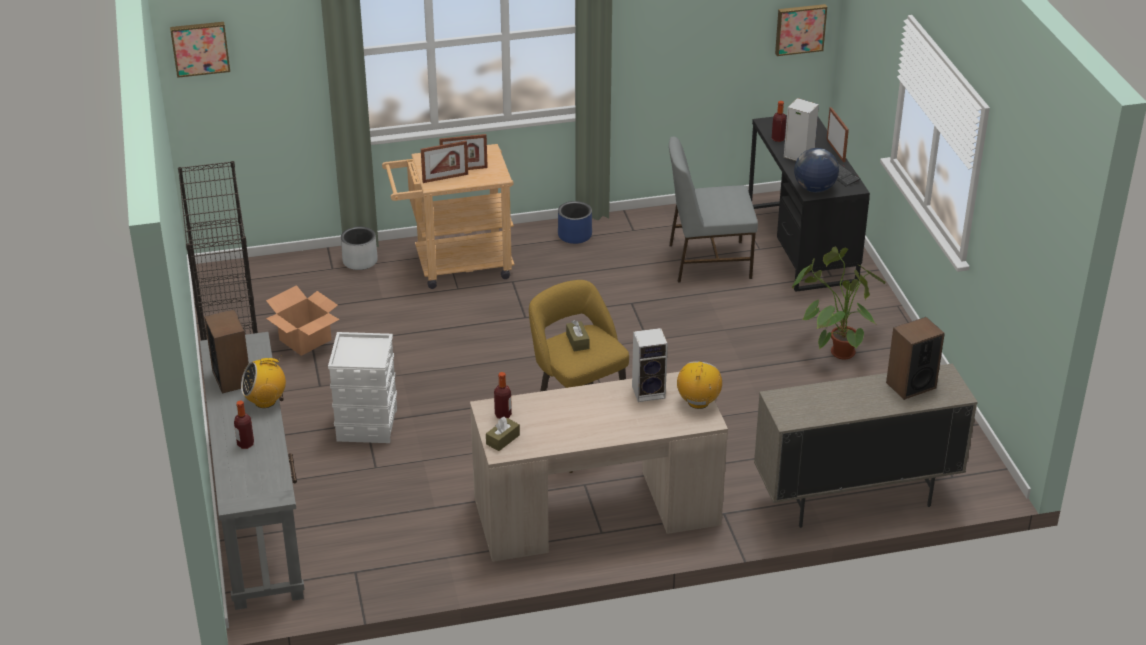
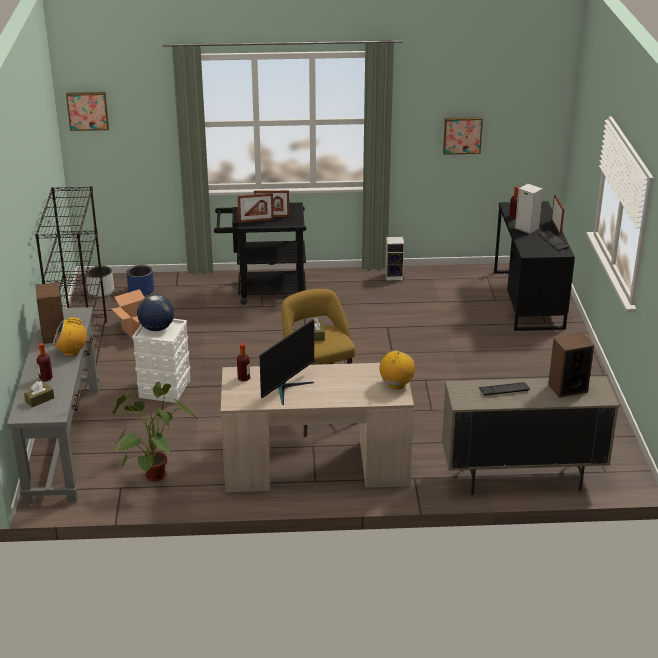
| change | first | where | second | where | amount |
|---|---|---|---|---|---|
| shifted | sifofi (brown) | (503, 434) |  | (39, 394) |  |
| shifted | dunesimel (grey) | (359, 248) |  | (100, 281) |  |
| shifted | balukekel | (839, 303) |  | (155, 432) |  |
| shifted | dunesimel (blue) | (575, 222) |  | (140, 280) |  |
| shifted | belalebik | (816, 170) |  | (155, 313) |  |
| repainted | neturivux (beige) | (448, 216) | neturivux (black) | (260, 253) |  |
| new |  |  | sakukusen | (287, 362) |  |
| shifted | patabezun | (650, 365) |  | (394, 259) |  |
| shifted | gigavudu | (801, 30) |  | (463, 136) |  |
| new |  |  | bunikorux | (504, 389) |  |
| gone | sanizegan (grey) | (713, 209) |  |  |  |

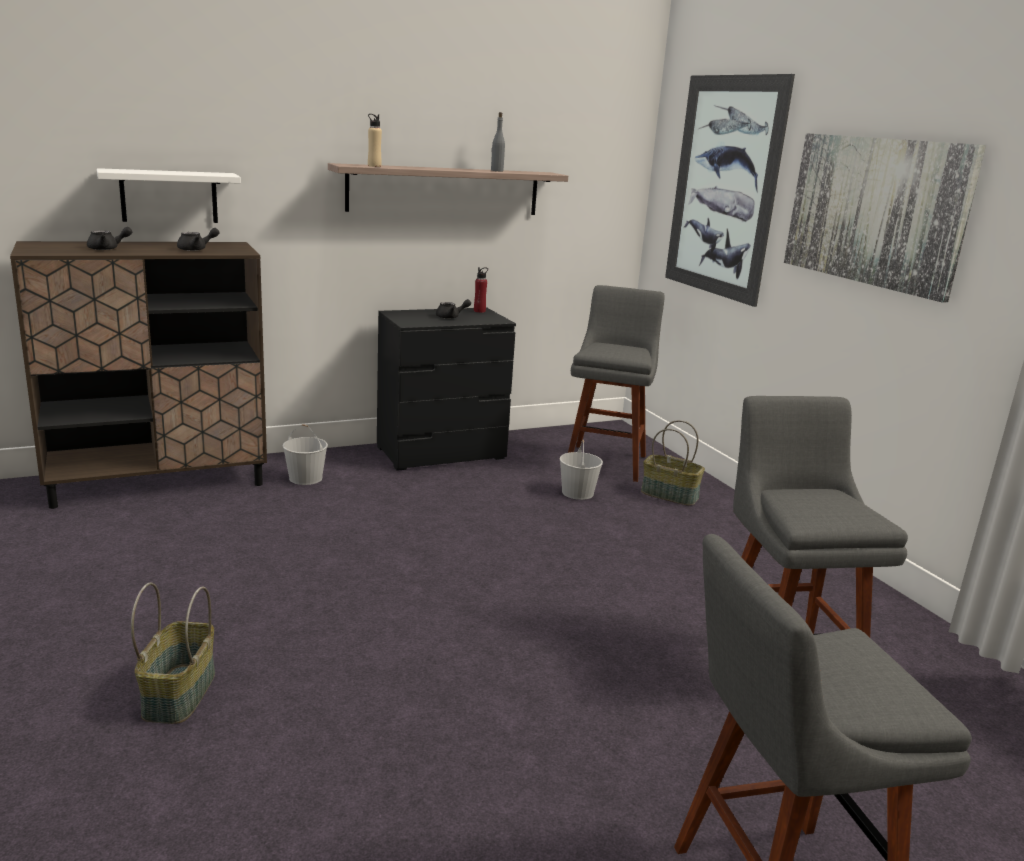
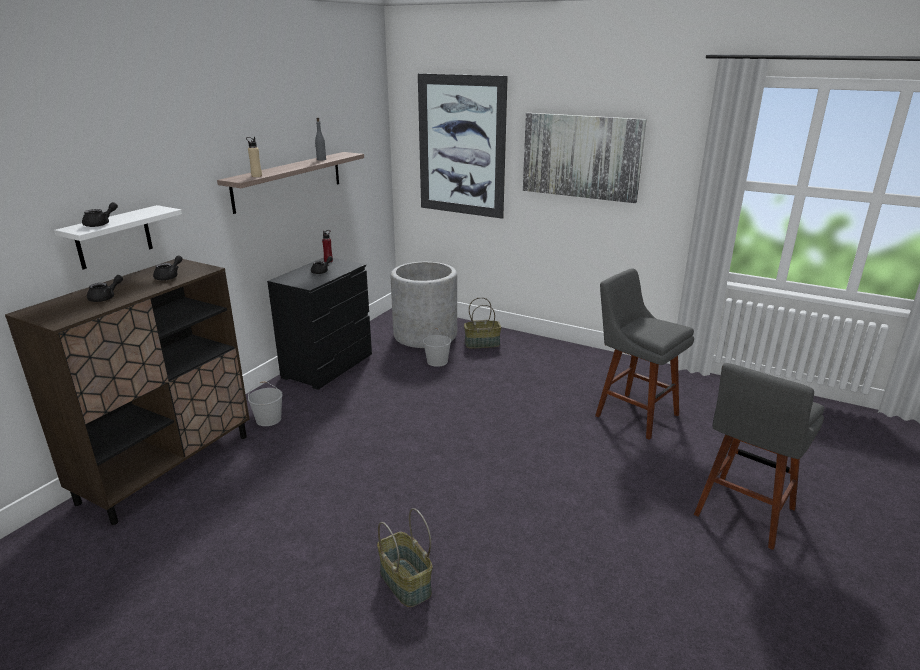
| change | first | where | second | where | amount |
|---|---|---|---|---|---|
| new |  |  | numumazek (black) | (100, 214) |  |
| swapped | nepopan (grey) | (616, 383) | dunesimel (grey) | (424, 305) |  |

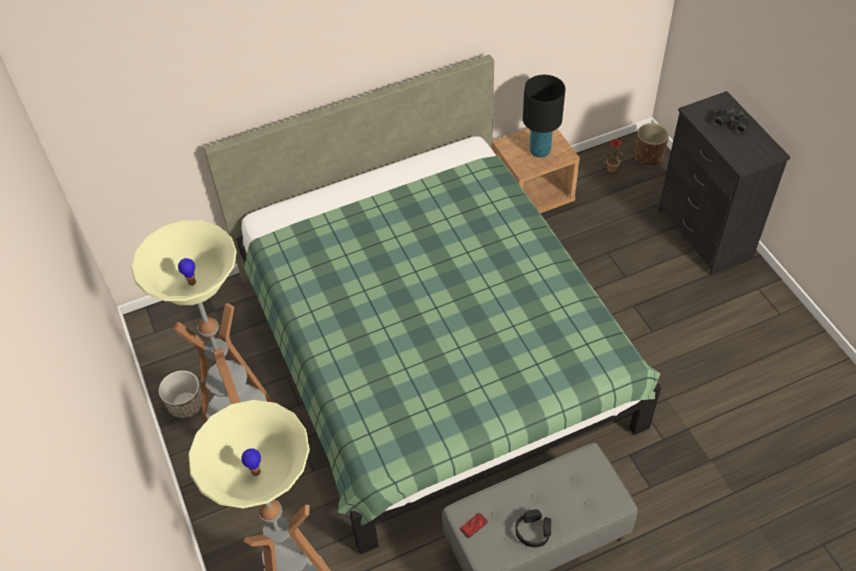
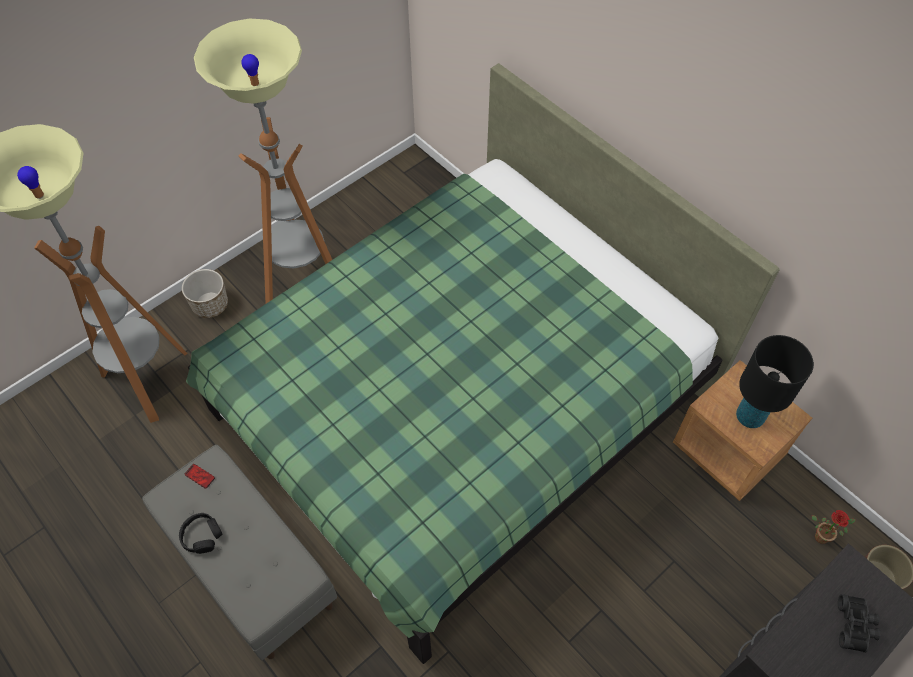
| change | first | where | second | where | amount |
|---|---|---|---|---|---|
| shifted | dunesimel | (180, 395) |  | (205, 293) |  |

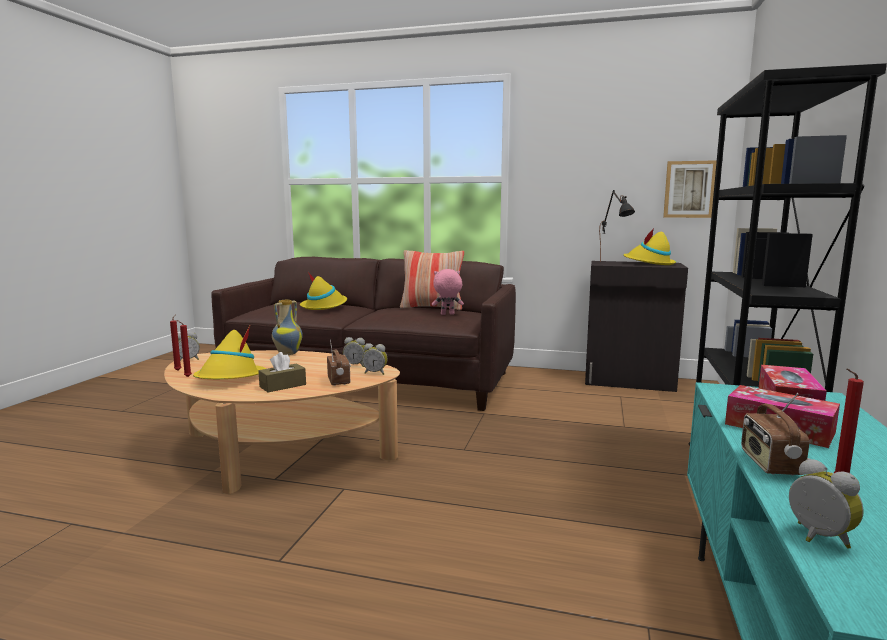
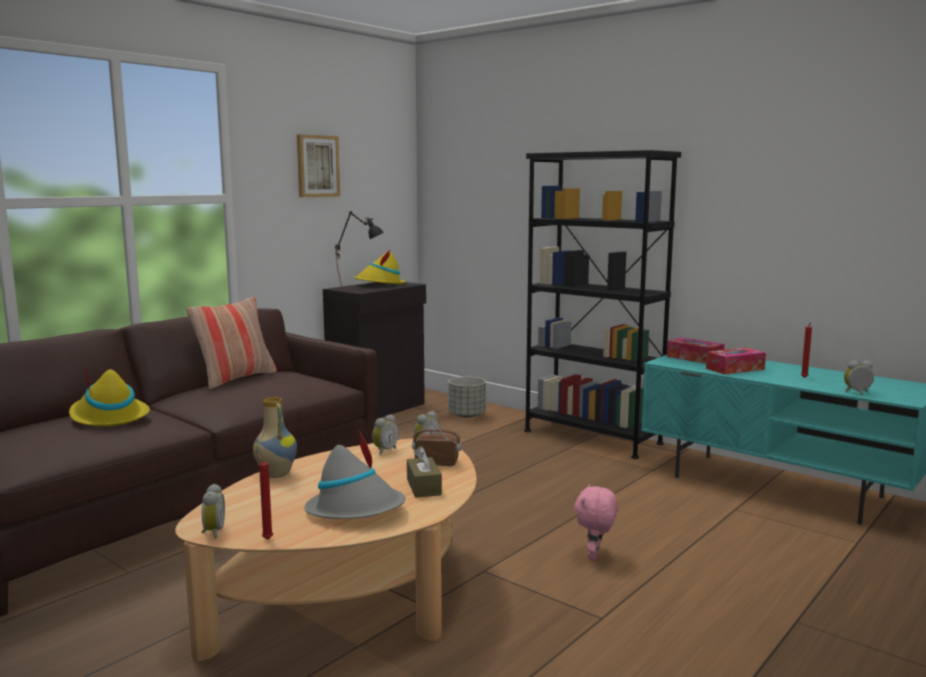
| change | first | where | second | where | amount |
|---|---|---|---|---|---|
| shifted | gigavudu | (690, 189) |  | (318, 165) |  |
| repainted | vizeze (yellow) | (229, 352) | vizeze (grey) | (354, 475) |  |
| new |  |  | dunesimel (grey) | (467, 397) |  |
| shifted | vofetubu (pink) | (448, 292) |  | (596, 522) |  |
| gone | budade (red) | (184, 348) |  |  |  |
| gone | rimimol | (775, 434) |  |  |  |

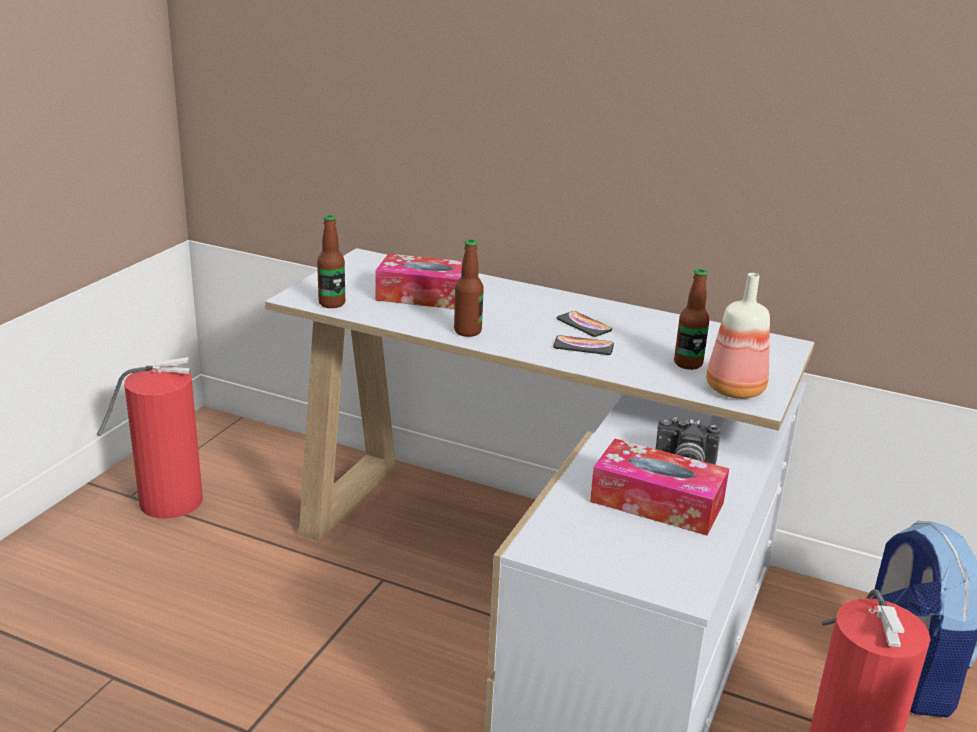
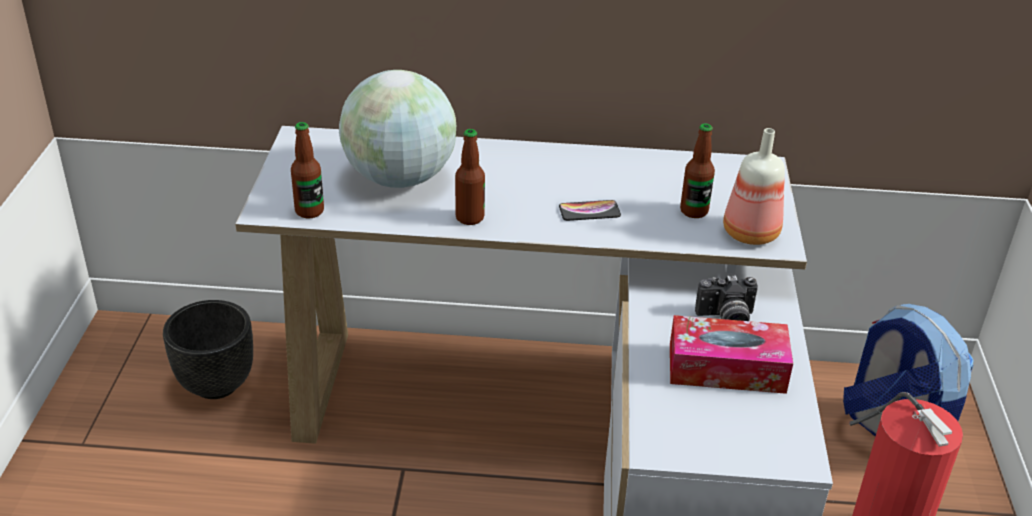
| change | first | where | second | where | amount |
|---|---|---|---|---|---|
| new |  |  | dunesimel (black) | (208, 349) |  |
| swapped | sifofi | (419, 281) | belalebik | (397, 129) |  |
| gone | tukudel | (150, 438) |  |  |  |
| gone | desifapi | (584, 324) |  |  |  |

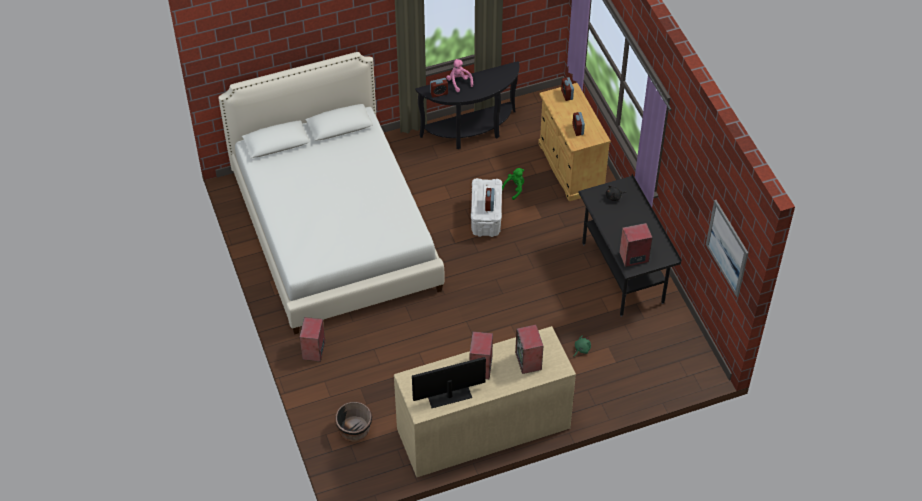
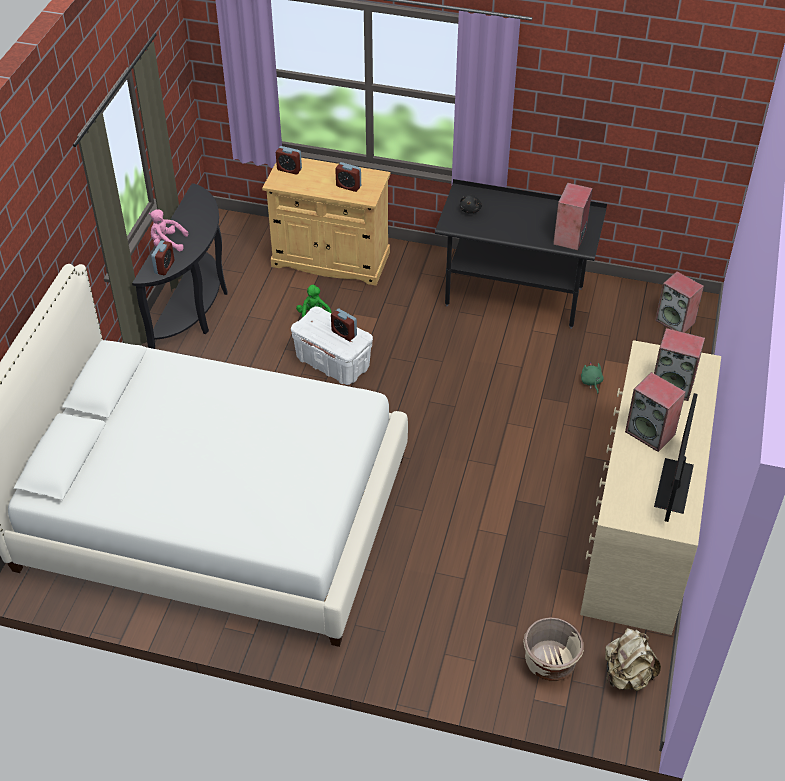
| change | first | where | second | where | amount |
|---|---|---|---|---|---|
| repainted | dunesimel (black) | (353, 422) | dunesimel (beige) | (553, 649) |  |
| new |  |  | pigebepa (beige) | (633, 659) |  |
| shifted | patabezun | (312, 339) |  | (679, 302) |  |
| gone | gigavudu | (727, 248) |  |  |  |

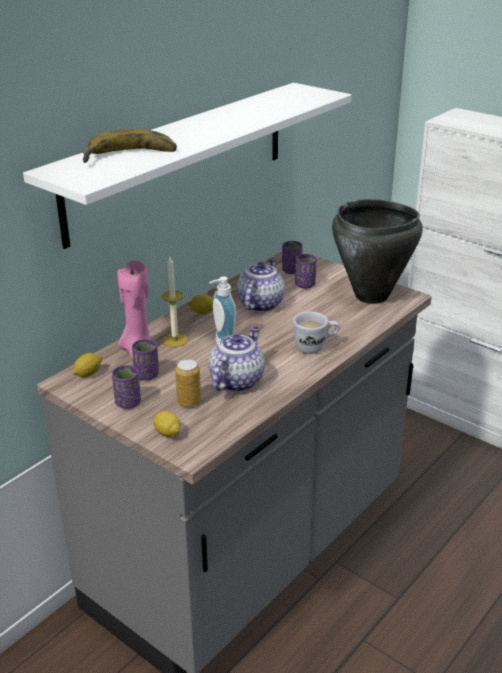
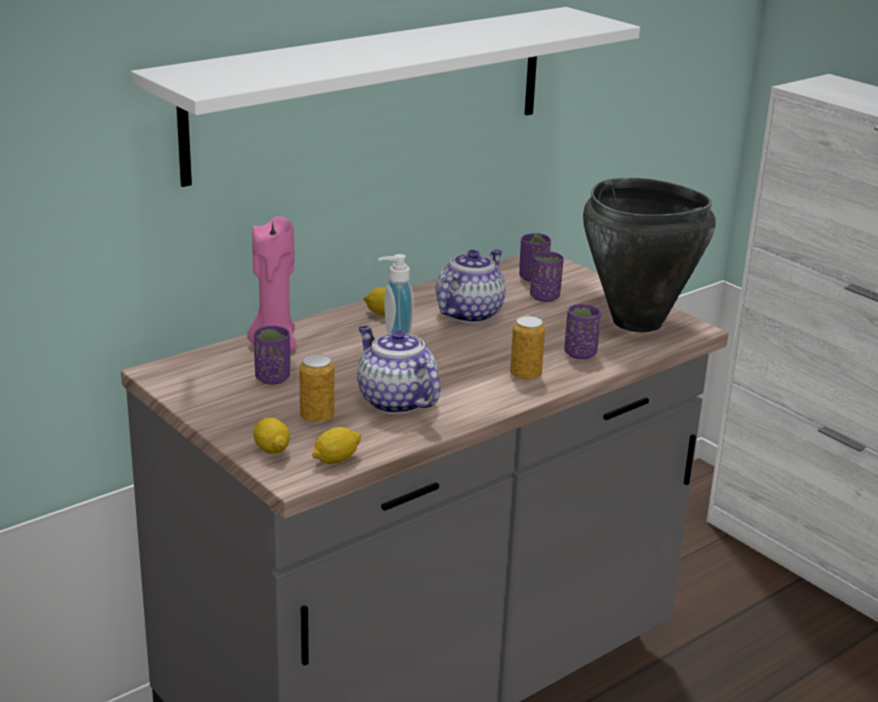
| change | first | where | second | where | amount |
|---|---|---|---|---|---|
| shifted | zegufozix | (87, 365) |  | (336, 445) |  |
| rotated | numumazek | (237, 359) |  | (398, 370) | 75 degrees counterclockwise |
| swapped | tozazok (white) | (316, 333) | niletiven | (527, 348) |  |
| shifted | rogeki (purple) | (126, 387) |  | (582, 331) |  |
| gone | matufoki | (129, 146) |  |  |  |
| gone | budade | (174, 302) |  |  |  |

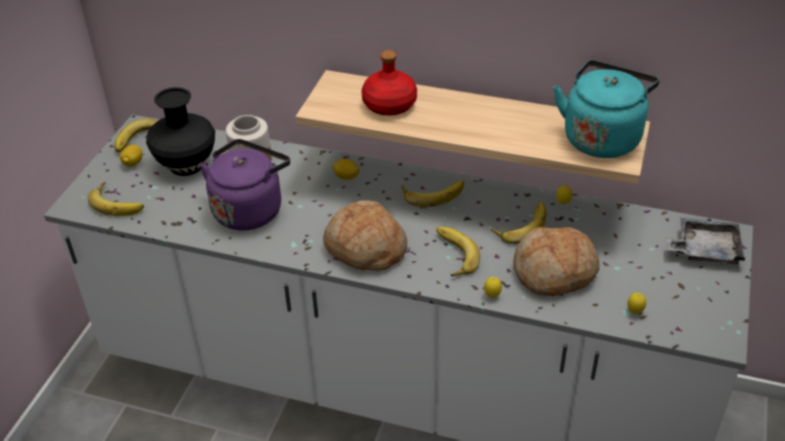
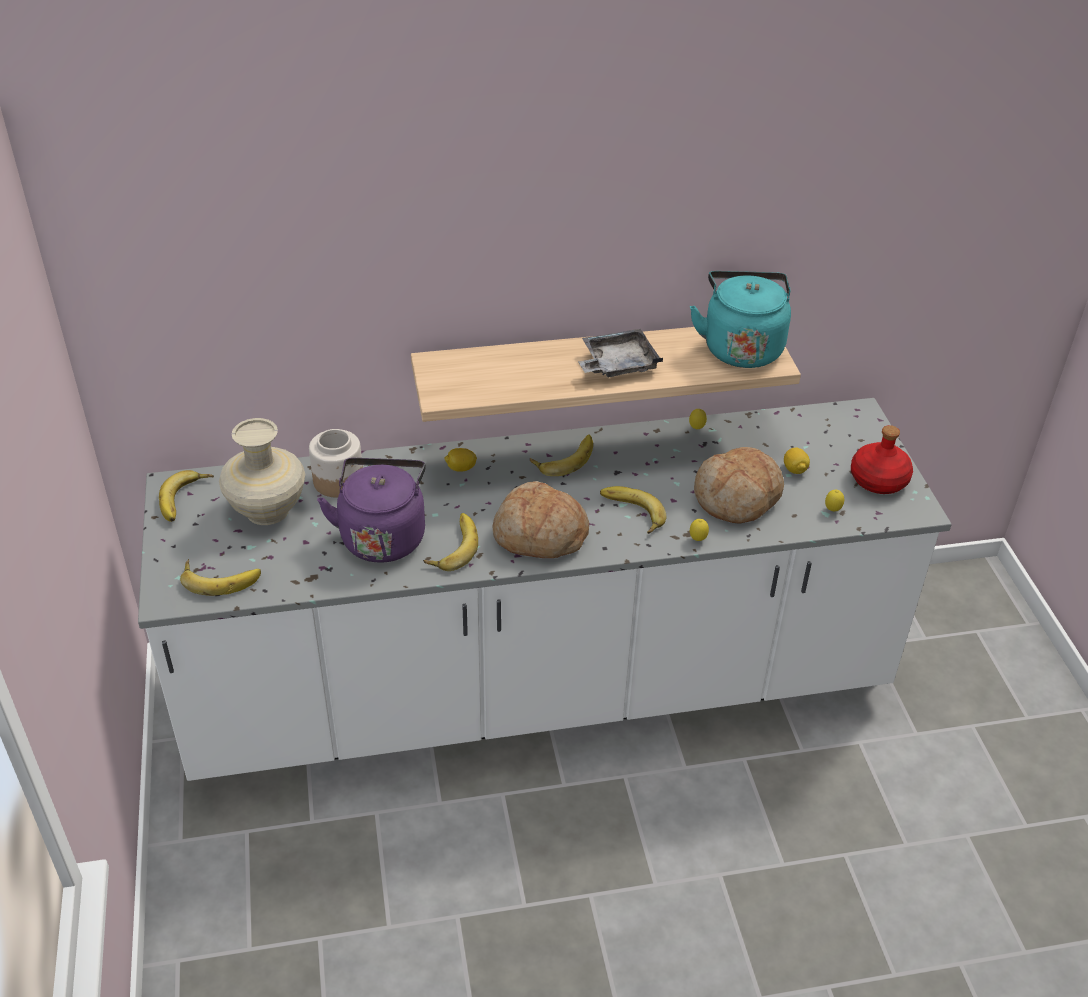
| change | first | where | second | where | amount |
|---|---|---|---|---|---|
| repainted | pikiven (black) | (180, 131) | pikiven (beige) | (262, 471) |  |
| shifted | matufoki | (519, 223) |  | (450, 542) |  |
| shifted | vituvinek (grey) | (705, 241) |  | (620, 353) |  |
| shifted | zegufozix | (131, 156) |  | (797, 460) |  |
| shifted | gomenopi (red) | (389, 82) |  | (882, 459) |  |

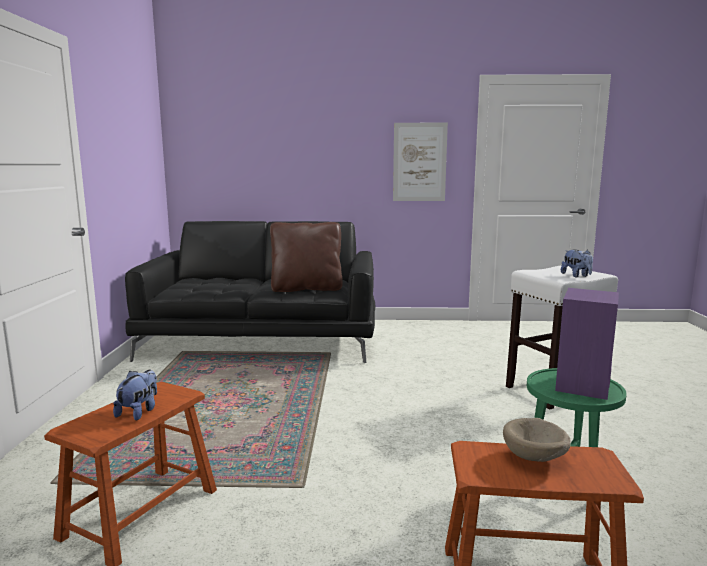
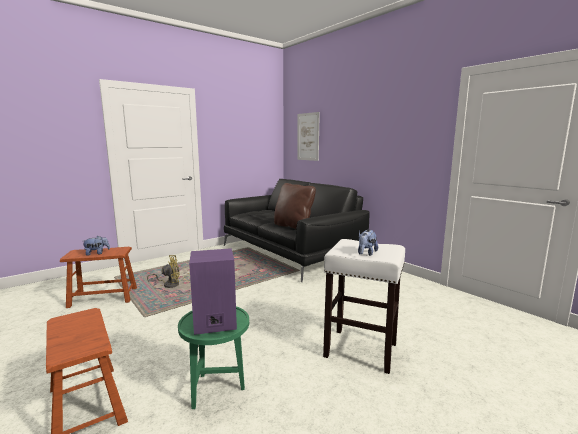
| change | first | where | second | where | amount |
|---|---|---|---|---|---|
| new |  |  | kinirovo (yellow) | (163, 271) |  |
| shifted | gigavudu | (420, 162) |  | (308, 136) |  |
| gone | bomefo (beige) | (537, 440) |  |  |  |

